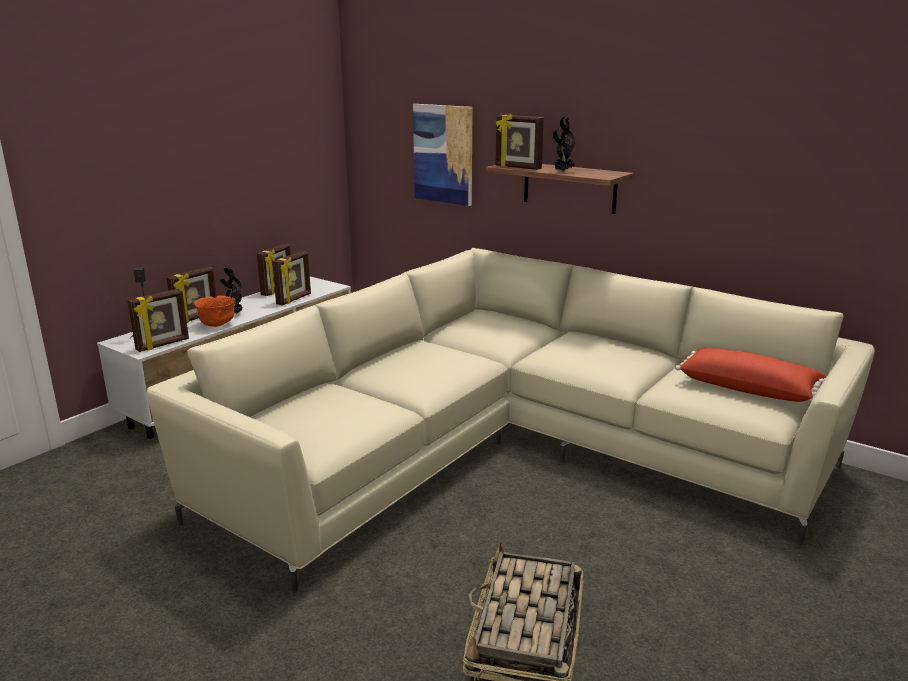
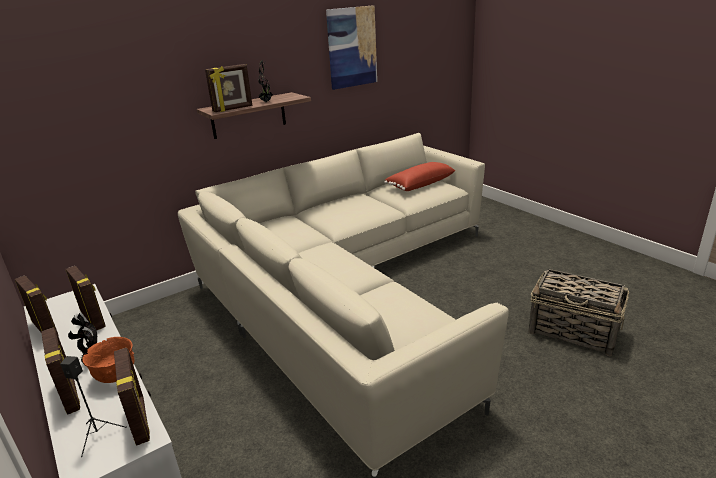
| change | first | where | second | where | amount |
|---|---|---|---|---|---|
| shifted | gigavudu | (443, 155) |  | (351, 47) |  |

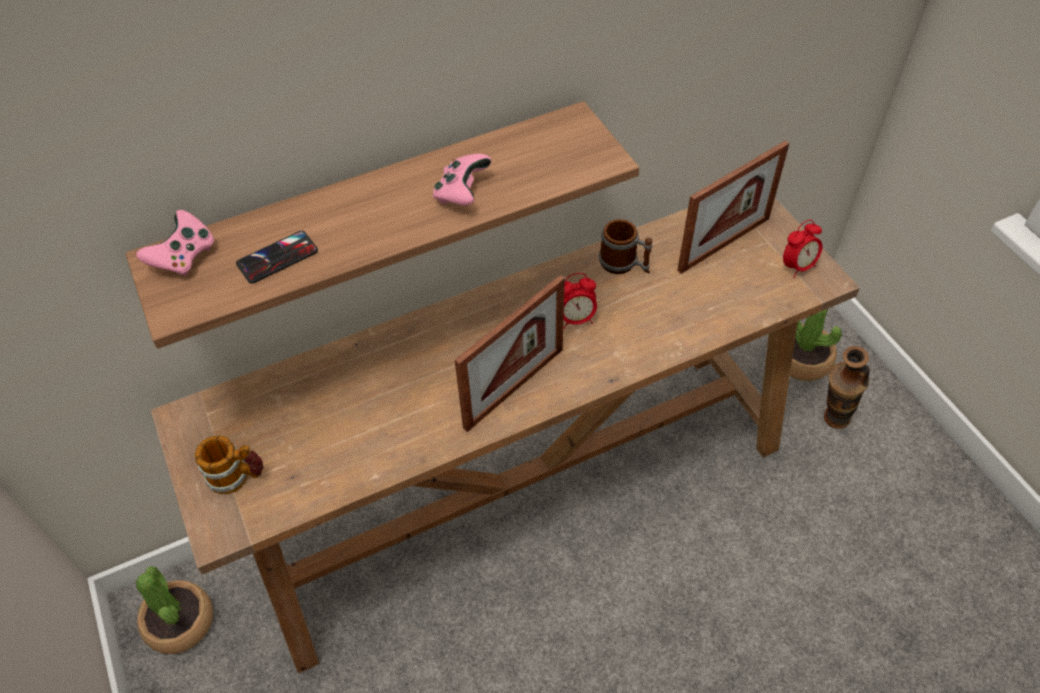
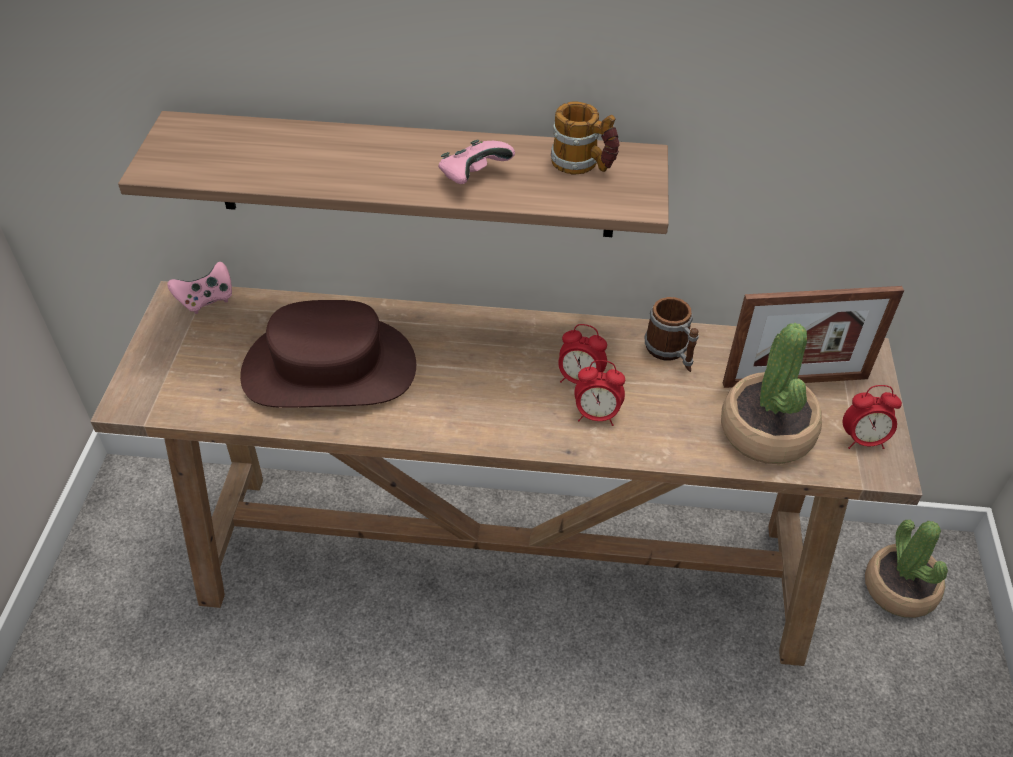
| change | first | where | second | where | amount |
|---|---|---|---|---|---|
| shifted | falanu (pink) | (175, 243) |  | (199, 288) |  |
| new |  |  | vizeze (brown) | (328, 354) |  |
| shifted | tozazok | (229, 465) |  | (585, 138) |  |
| new |  |  | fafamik | (599, 393) |  |
| shifted | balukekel | (174, 610) |  | (771, 393) |  |
| gone | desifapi | (277, 257) |  |  |  |
| gone | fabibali | (510, 353) |  |  |  |
| gone | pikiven | (847, 387) |  |  |  |

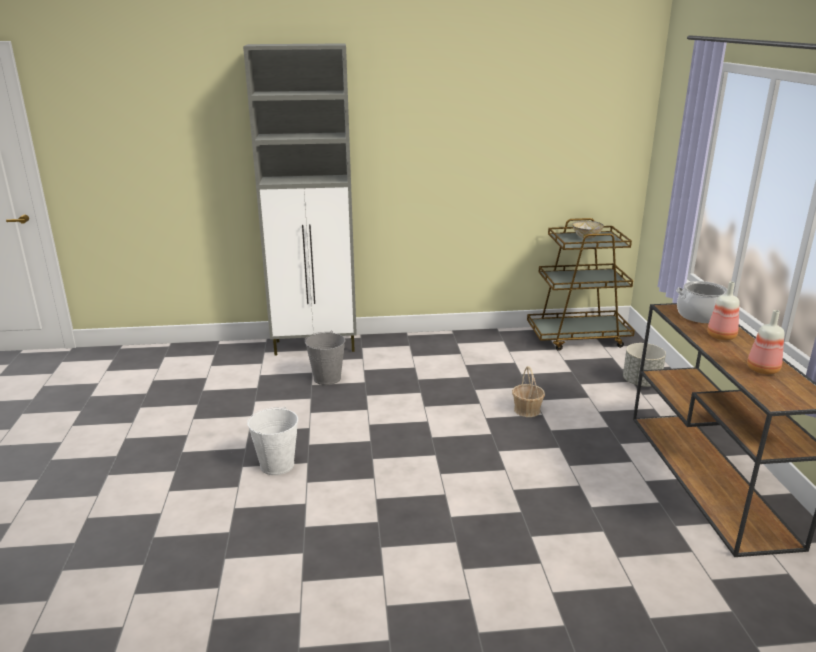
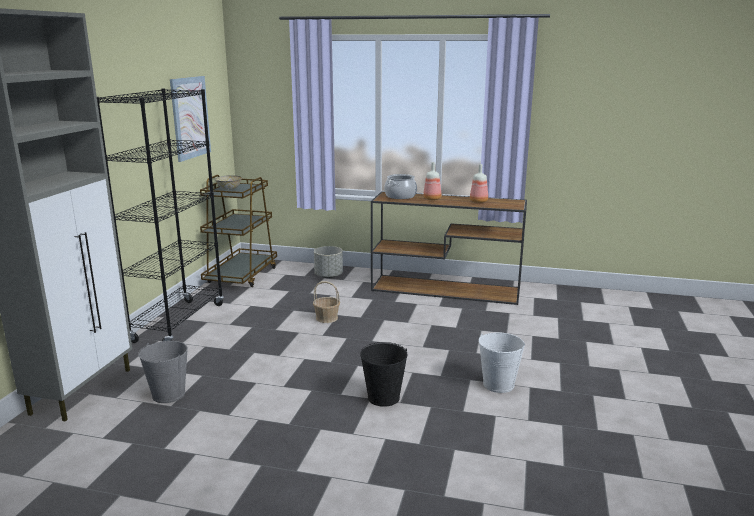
| change | first | where | second | where | amount |
|---|---|---|---|---|---|
| new |  |  | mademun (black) | (160, 215) |  |
| new |  |  | gigavudu | (190, 119) |  |
| new |  |  | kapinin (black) | (384, 374) |  |
| shifted | kapinin (white) | (272, 440) |  | (502, 362) |  |

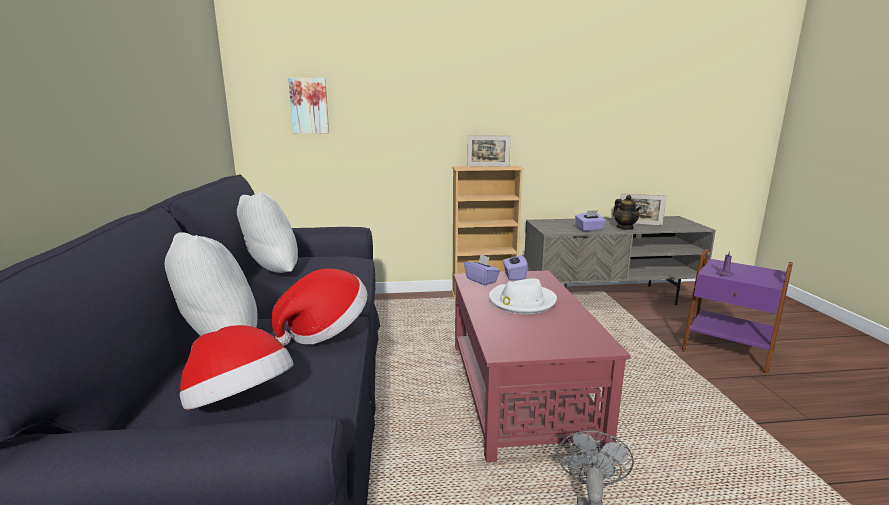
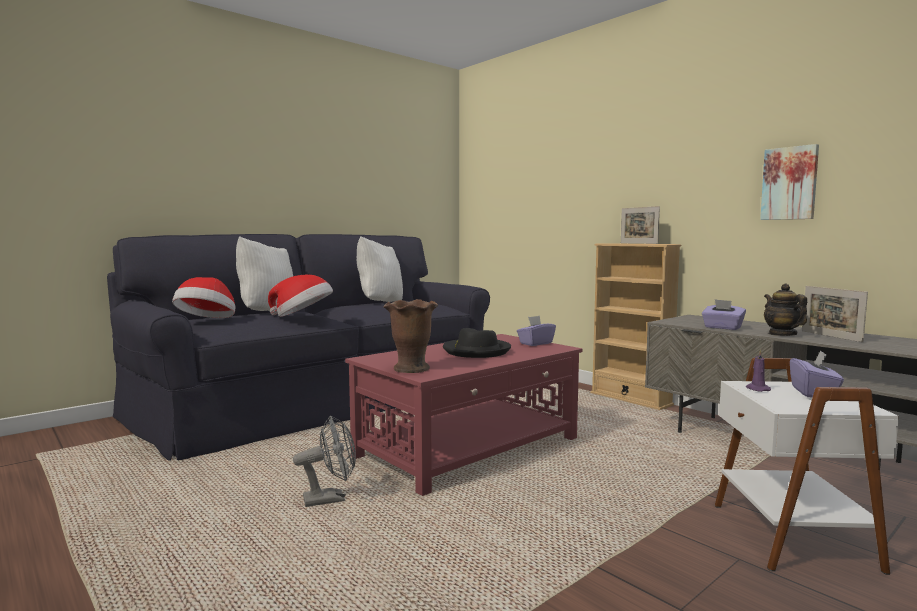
| change | first | where | second | where | amount |
|---|---|---|---|---|---|
| new |  |  | pikiven (brown) | (411, 336) |  |
| repainted | vizeze (white) | (523, 296) | vizeze (black) | (477, 343) |  |
| repainted | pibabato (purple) | (737, 312) | pibabato (white) | (807, 466) |  |
| shifted | gigavudu | (308, 105) |  | (789, 182) |  |
| rotated | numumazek | (627, 212) |  | (786, 310) | 135 degrees clockwise |
| shifted | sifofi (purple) | (482, 269) |  | (817, 374) |  |

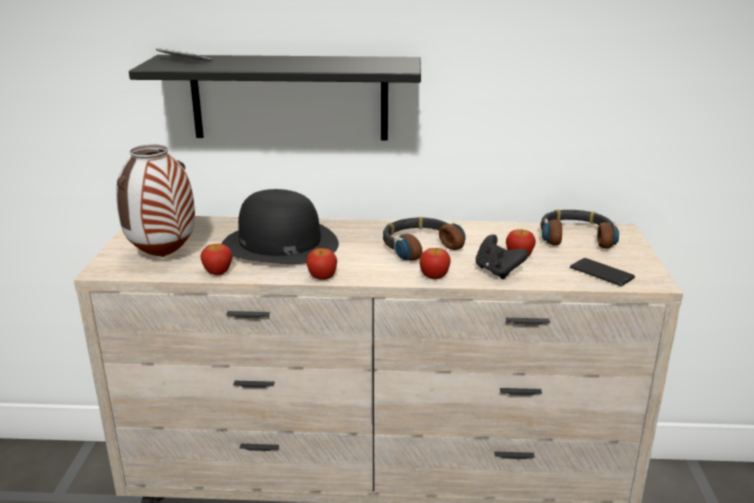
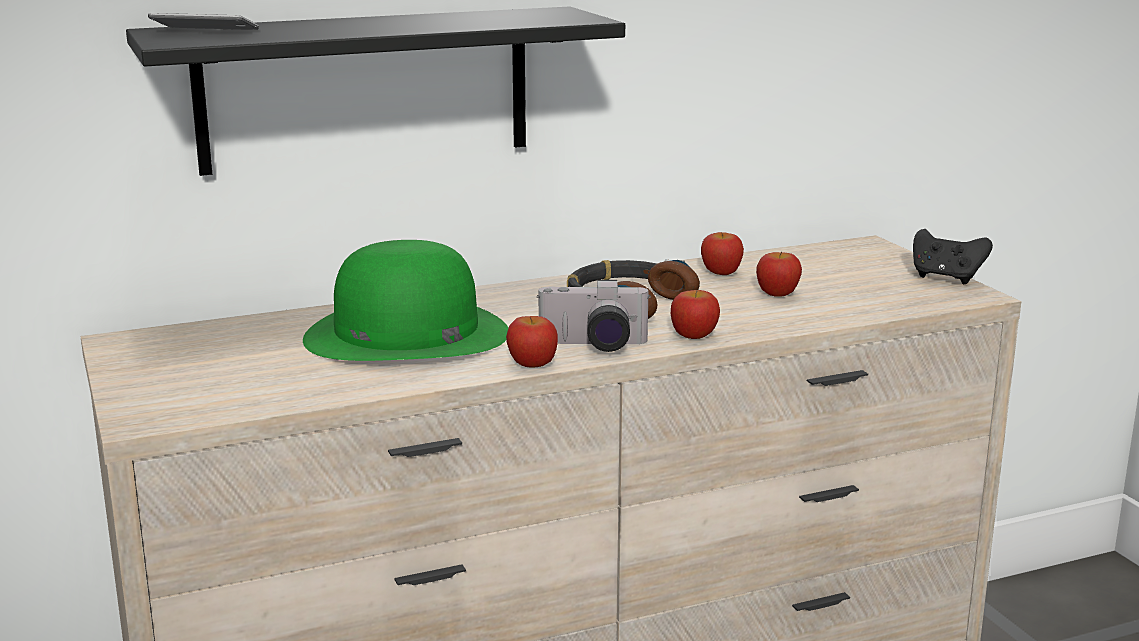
| change | first | where | second | where | amount |
|---|---|---|---|---|---|
| repainted | vizeze (black) | (280, 226) | vizeze (green) | (405, 300) |  |
| new |  |  | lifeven | (594, 316) |  |
| shifted | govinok | (216, 259) |  | (722, 253) |  |
| shifted | falanu (black) | (502, 256) |  | (953, 256) |  |
| gone | pikiven | (155, 201) |  |  |  |
| gone | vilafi | (579, 229) |  |  |  |
| gone | desifapi | (602, 272) |  |  |  |

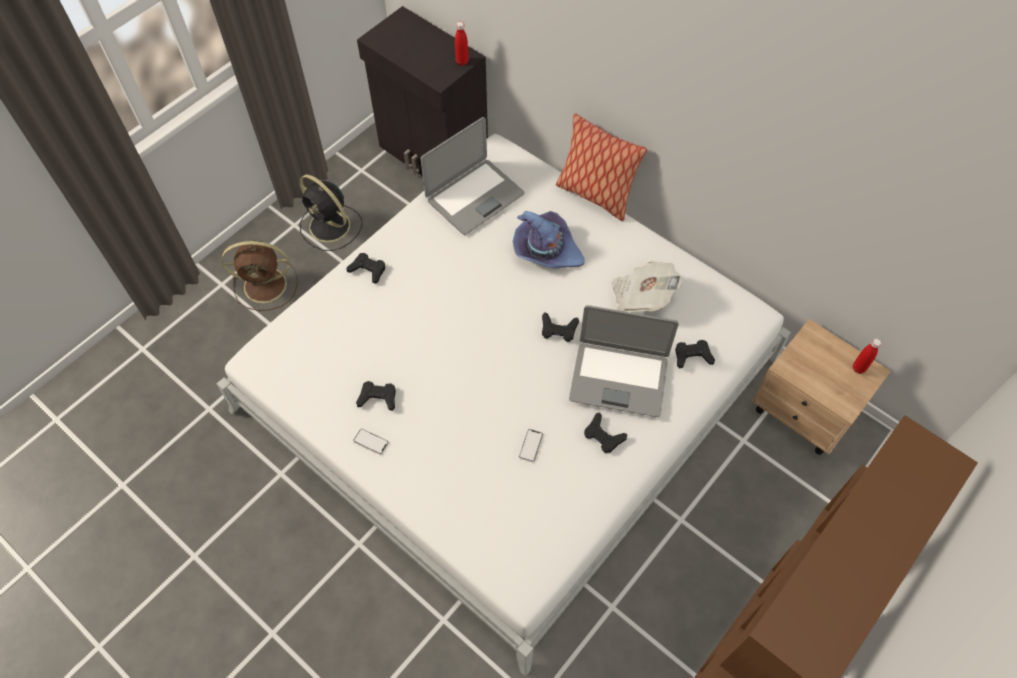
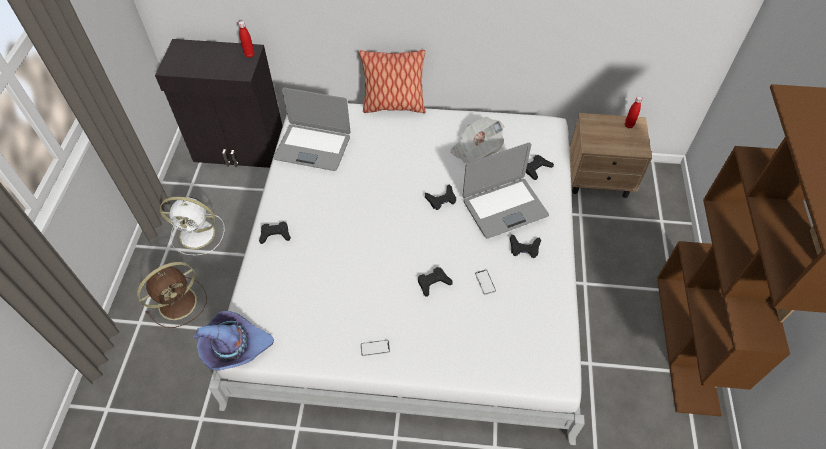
| change | first | where | second | where | amount |
|---|---|---|---|---|---|
| repainted | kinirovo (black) | (330, 213) | kinirovo (white) | (192, 226) |  |
| shifted | vizeze (purple) | (549, 240) |  | (233, 340) |  |
| rotated | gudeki | (473, 176) |  | (312, 129) | 90 degrees clockwise |
| shifted | falanu (black) | (376, 396) |  | (435, 282) |  |

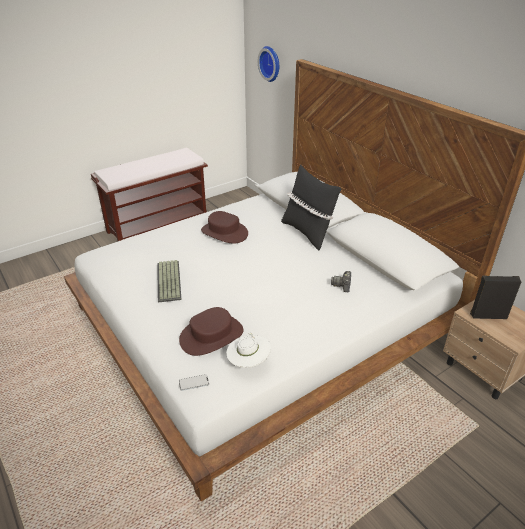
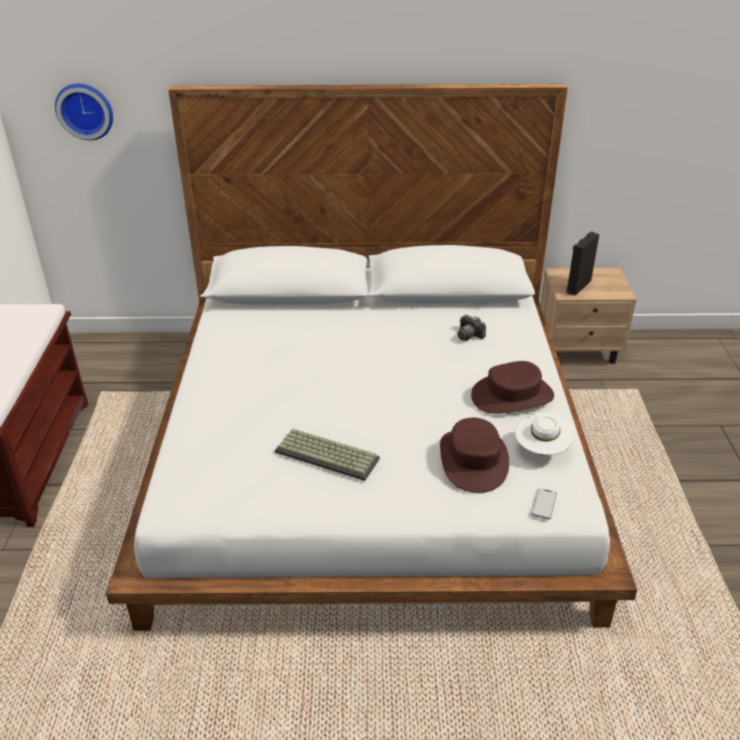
| change | first | where | second | where | amount |
|---|---|---|---|---|---|
| shifted | vizeze (brown) | (224, 227) |  | (512, 387) |  |
| gone | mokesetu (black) | (311, 208) |  |  |  |

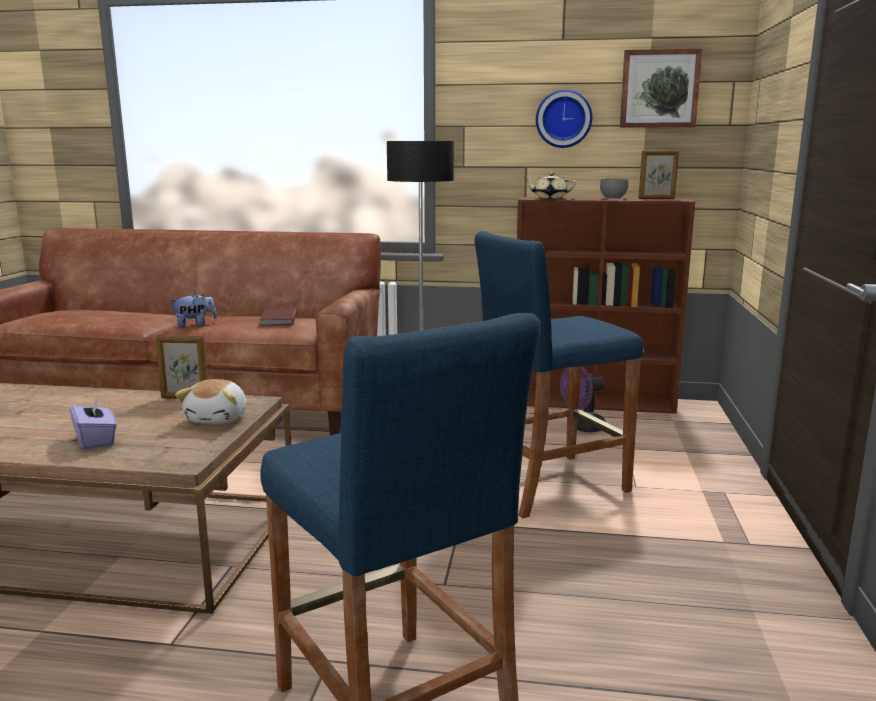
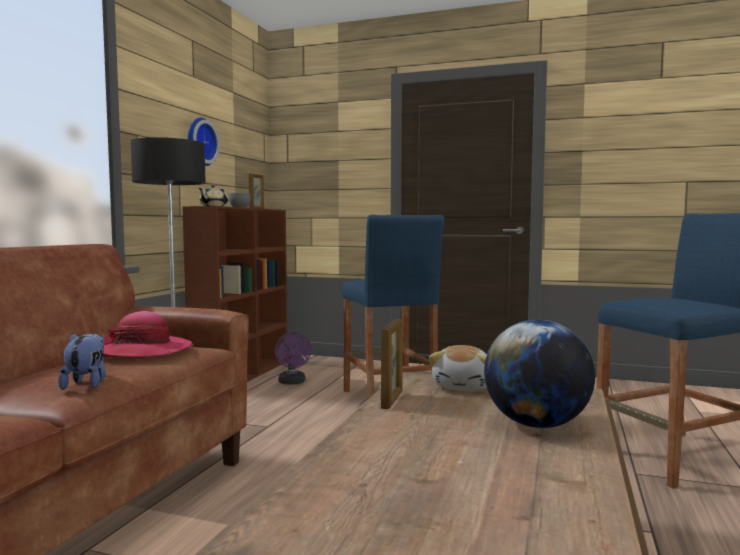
| change | first | where | second | where | amount |
|---|---|---|---|---|---|
| swapped | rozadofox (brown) | (278, 317) | vizeze | (148, 334) |  |
| rotated | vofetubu | (211, 401) |  | (458, 368) | 90 degrees clockwise |
| swapped | sifofi (purple) | (93, 422) | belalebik | (539, 374) |  |
| gone | gigavudu | (661, 88) |  |  |  |

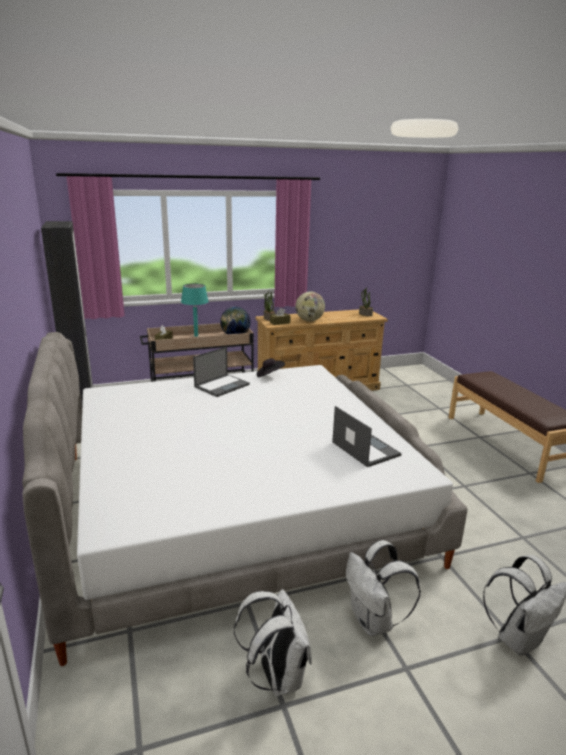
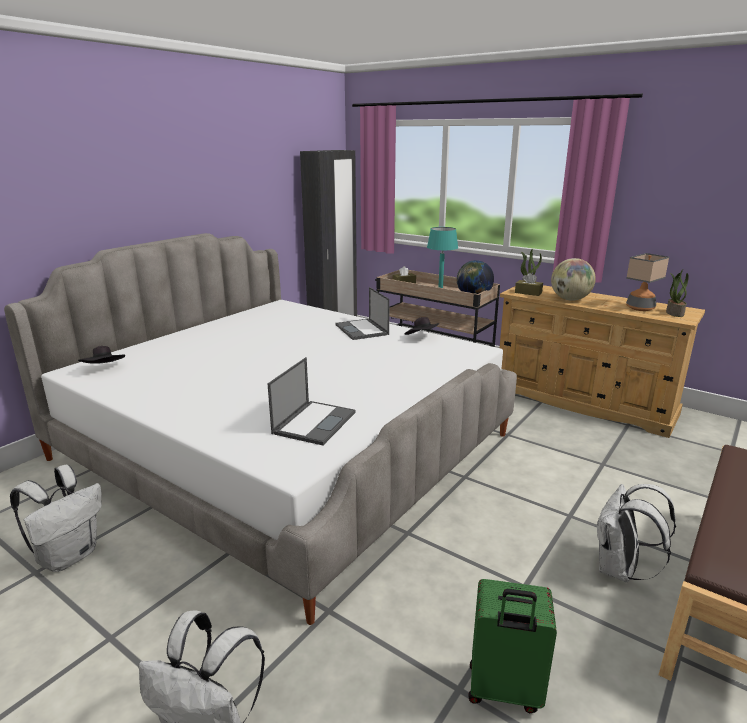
| change | first | where | second | where | amount |
|---|---|---|---|---|---|
| new |  |  | vizeze (black) | (101, 355) |  |
| rotated | gudeki | (221, 372) |  | (362, 313) | 60 degrees clockwise |
| new |  |  | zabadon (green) | (513, 646) |  |
| shifted | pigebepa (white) | (383, 588) |  | (636, 533) |  |
| new |  |  | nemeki | (647, 282) |  |

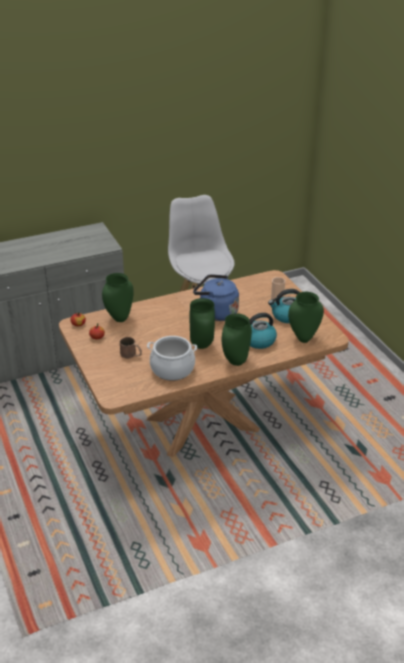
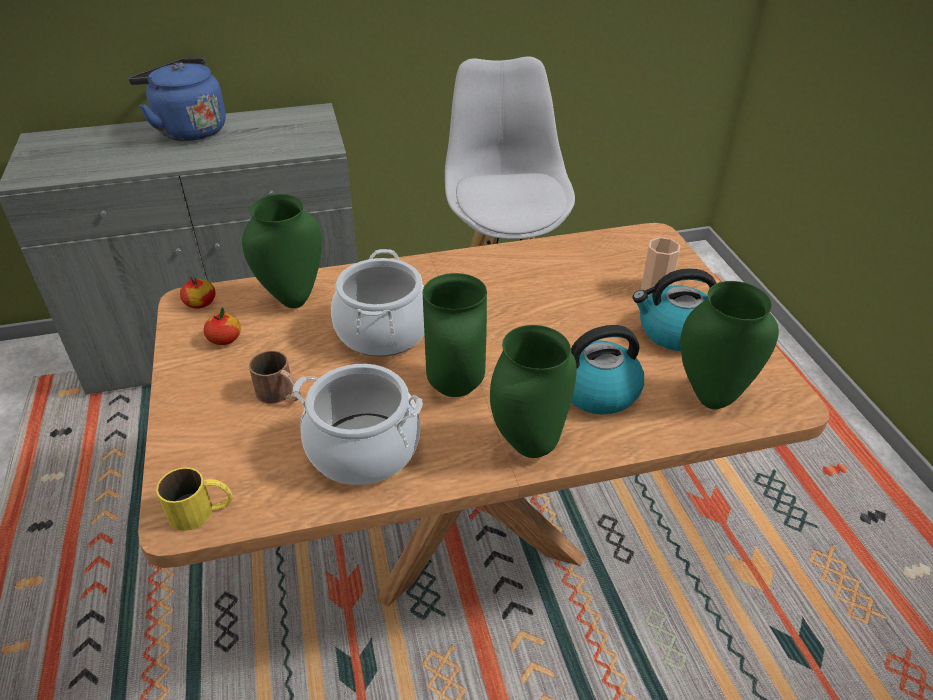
| change | first | where | second | where | amount |
|---|---|---|---|---|---|
| shifted | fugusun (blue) | (216, 297) |  | (177, 99) |  |
| new |  |  | tozazok (yellow) | (194, 499) |  |
| new |  |  | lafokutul | (377, 303) |  |

